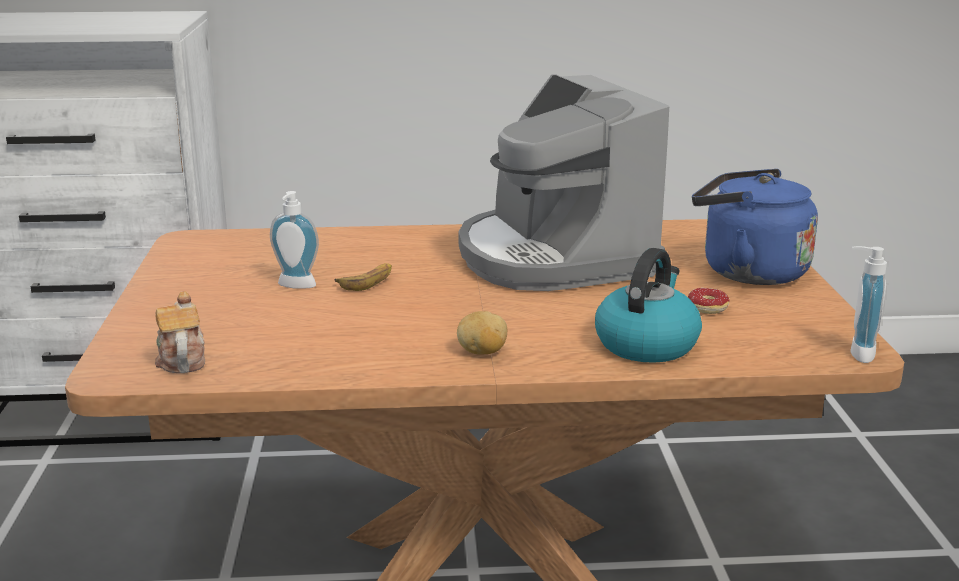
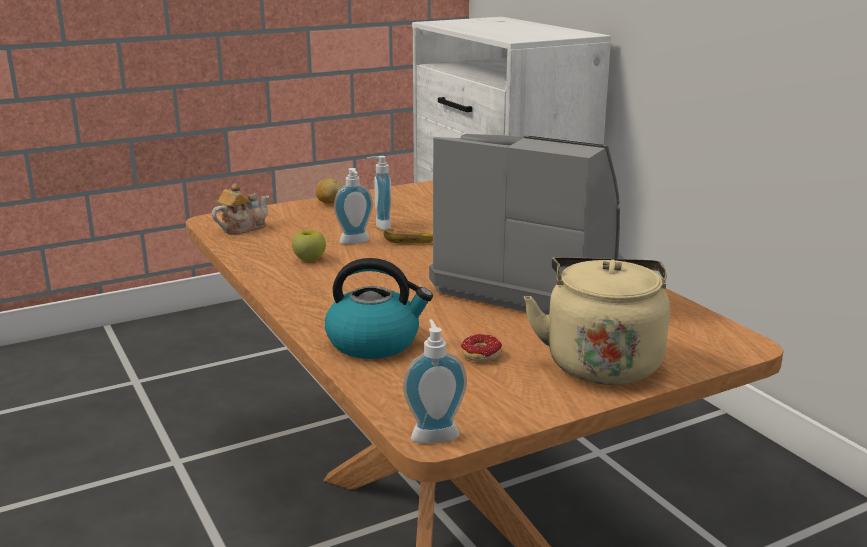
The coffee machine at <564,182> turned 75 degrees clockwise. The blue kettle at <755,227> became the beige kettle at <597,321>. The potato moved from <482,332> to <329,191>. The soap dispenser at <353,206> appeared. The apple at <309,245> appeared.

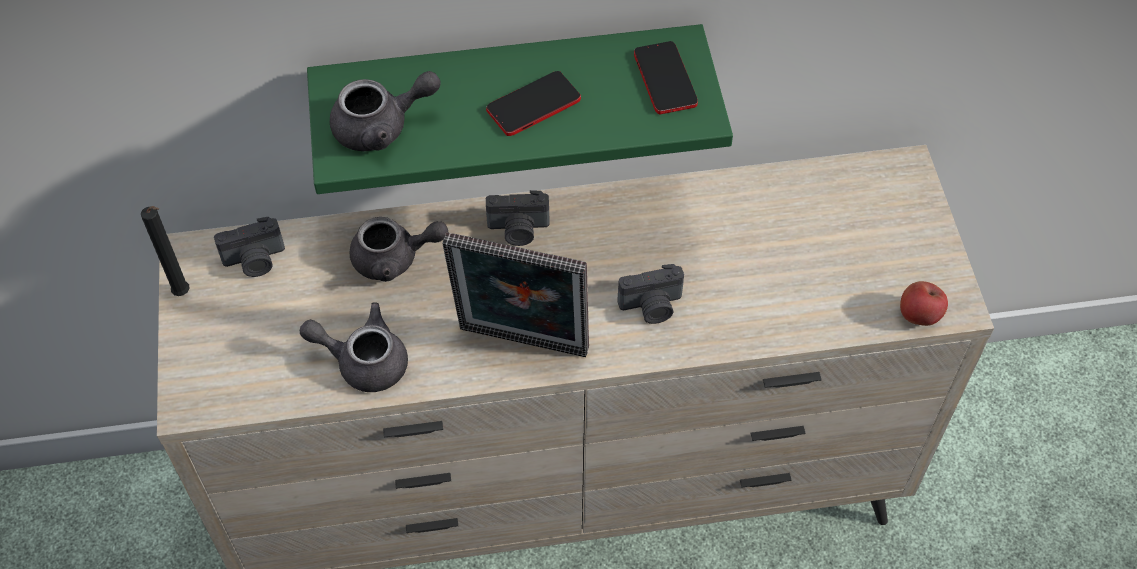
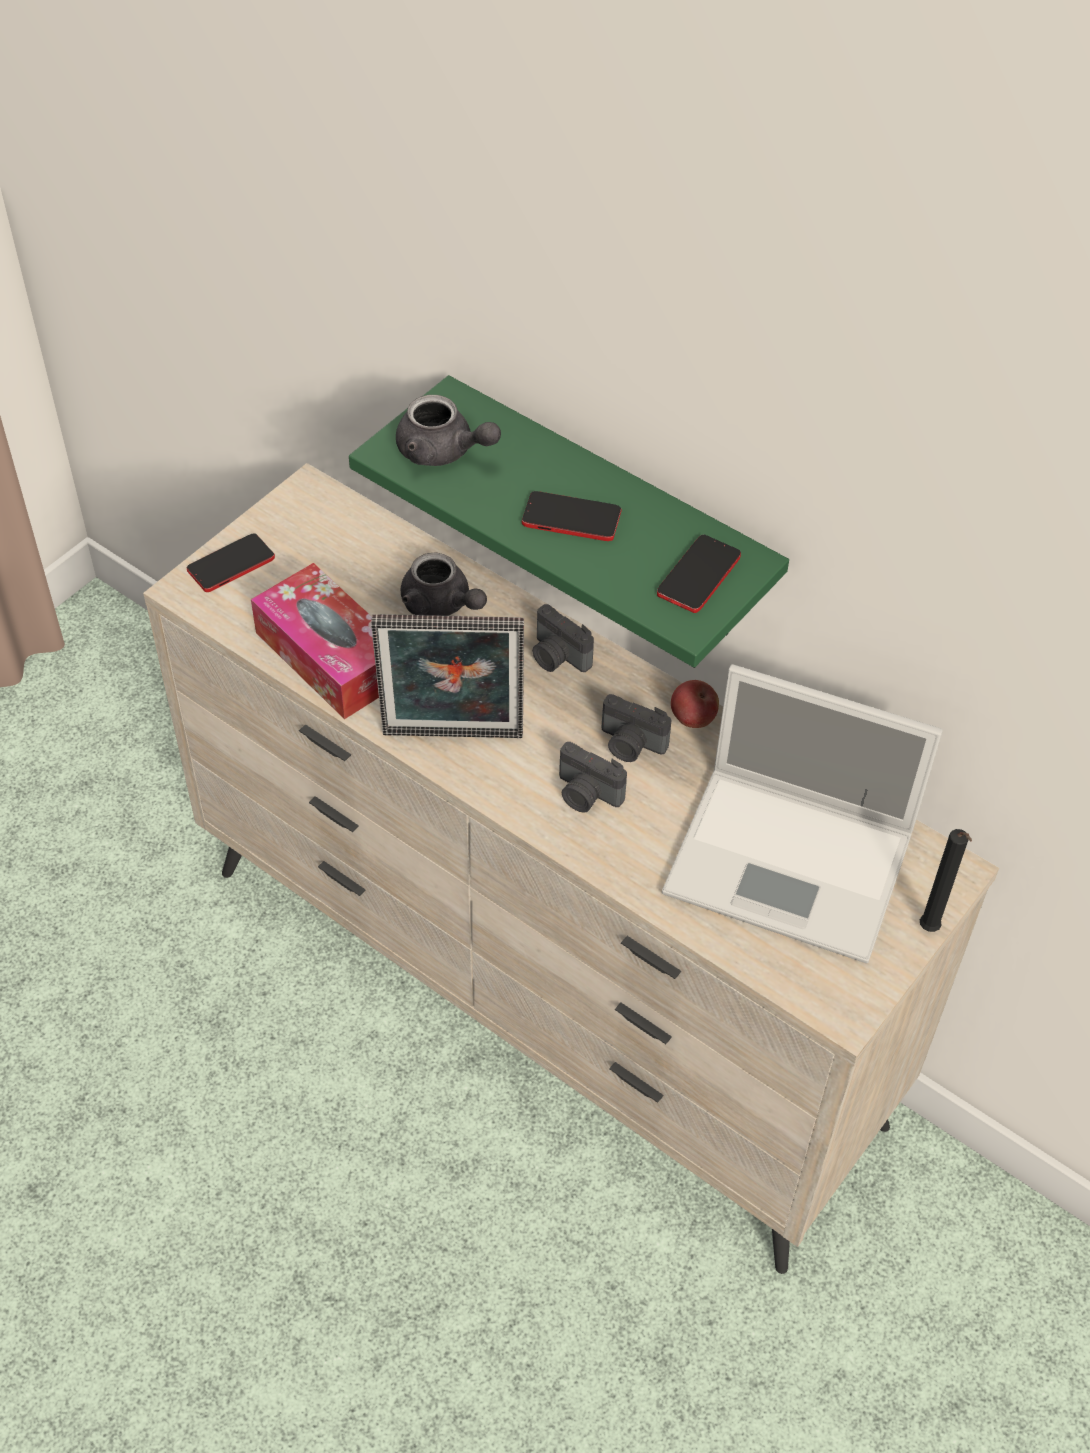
The black candle moved from <165,251> to <946,880>. The photo camera moved from <249,247> to <636,728>. The picture frame at <515,294> turned 60 degrees counterclockwise. The apple moved from <924,303> to <695,704>. The grey teapot at <354,347> was replaced by the tissue box at <315,641>. The phone at <231,562> appeared. The laptop at <802,814> appeared.

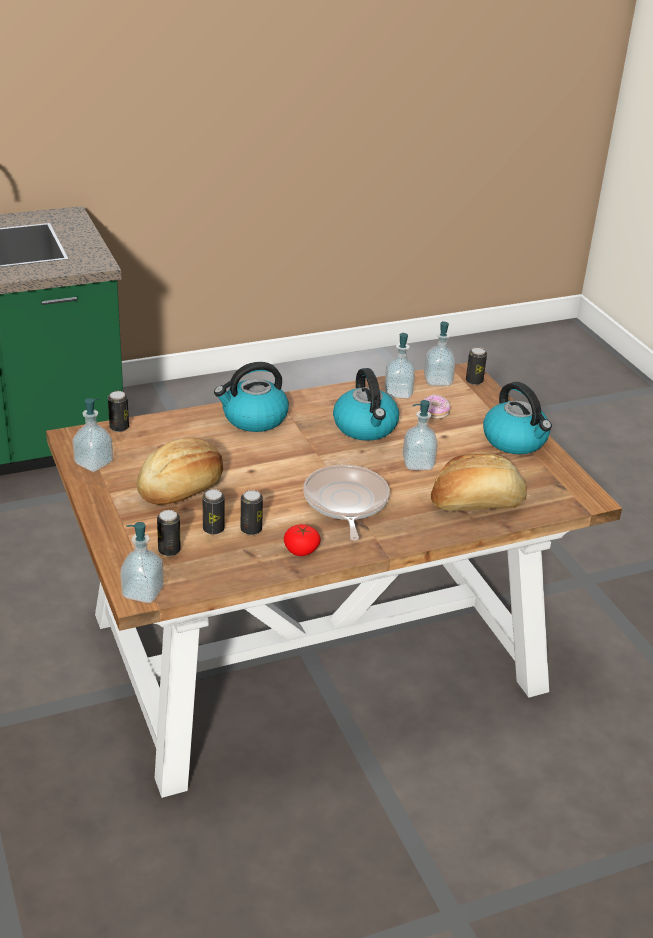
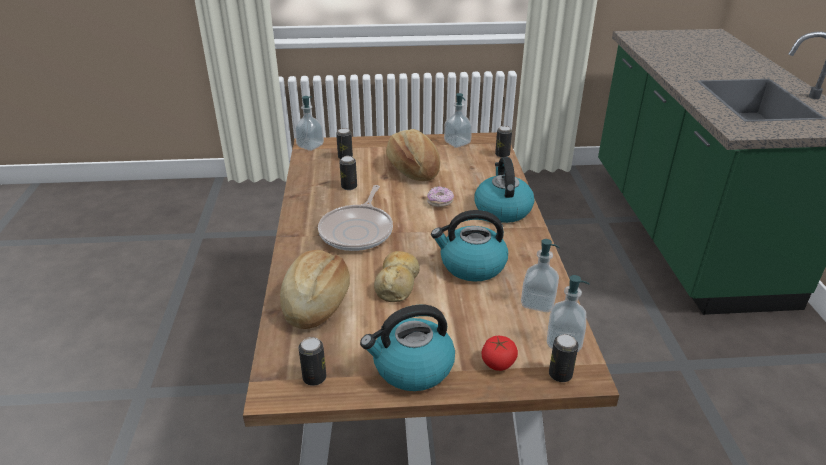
The donut moved from <435,406> to <440,196>. The soap dispenser at <420,435> was replaced by the bread at <397,276>. The frying pan at <346,503> turned 90 degrees clockwise. The can moved from <214,512> to <312,361>. The tomato moved from <302,540> to <500,353>.

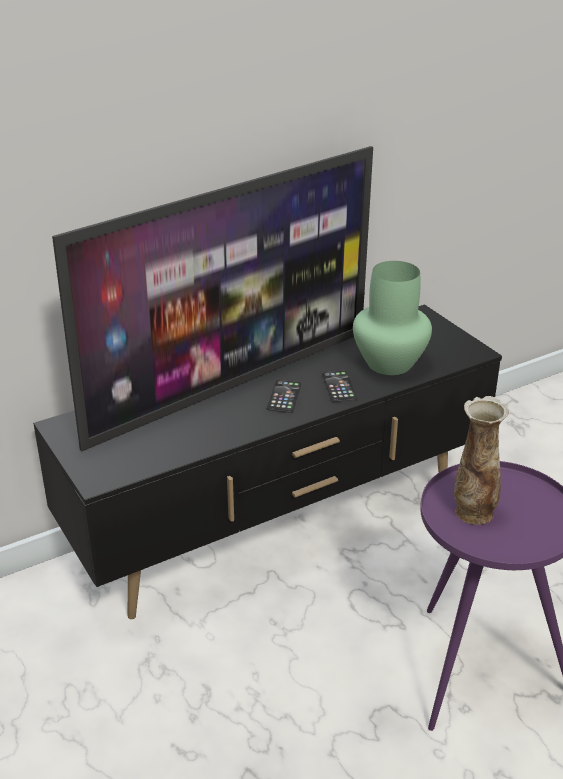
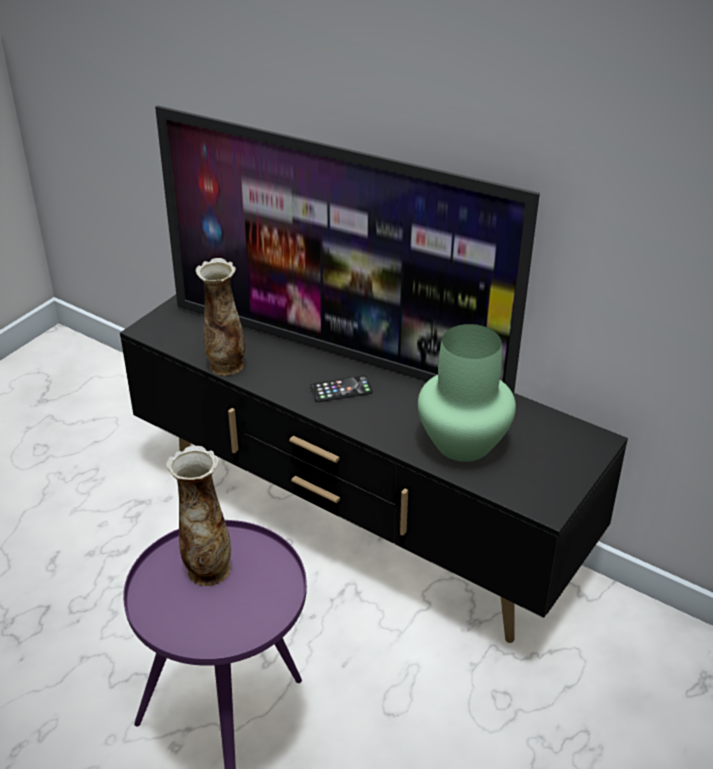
The phone at <339,386> disappeared. The vase at <220,317> appeared.

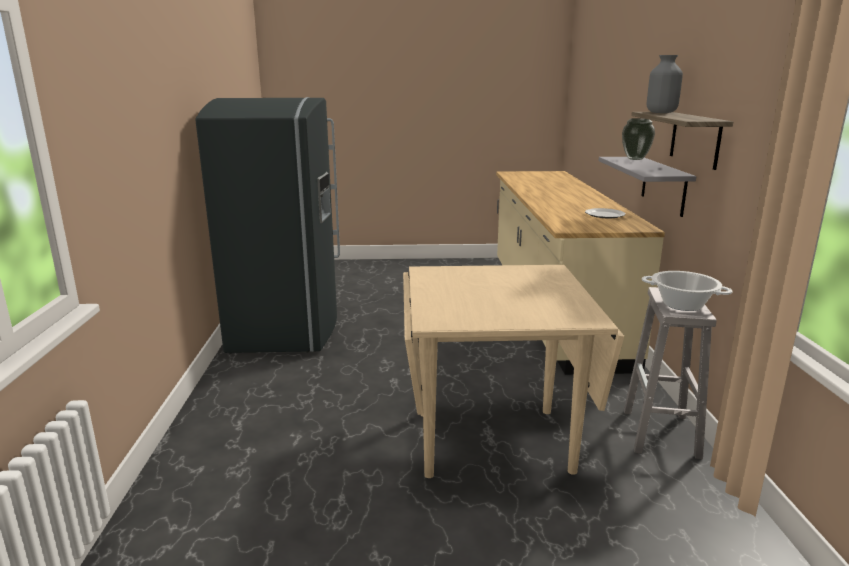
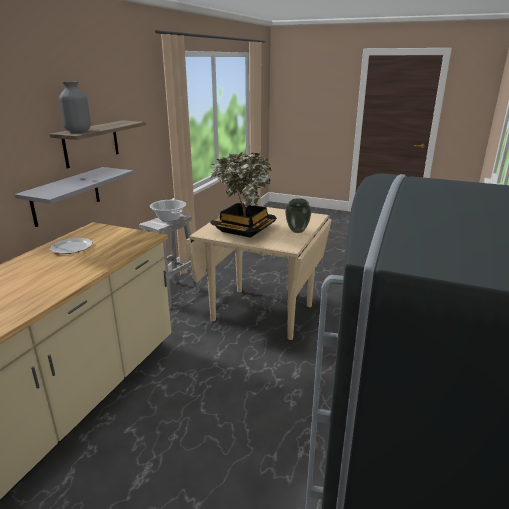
The vase moved from <638,139> to <298,215>. The potted plant at <243,195> appeared.

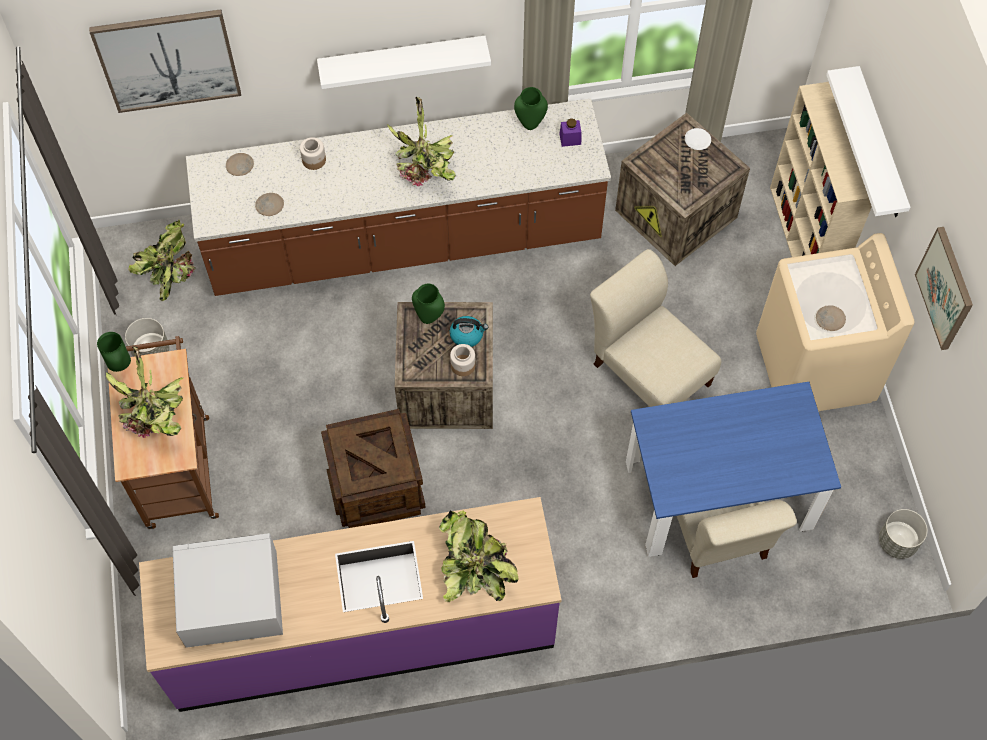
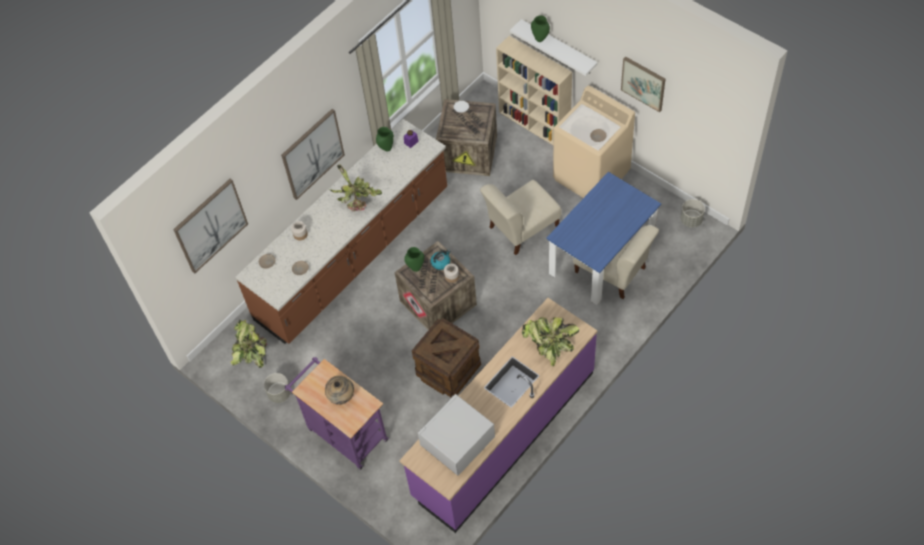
The white shelf at <404,62> was replaced by the picture at <313,154>. The beige chair at <655,328> turned 45 degrees counterclockwise. The green vase moved from <114,352> to <540,28>. The brown cart at <163,432> became the purple cart at <337,413>. The potted plant at <144,392> was replaced by the beige vase at <339,390>.

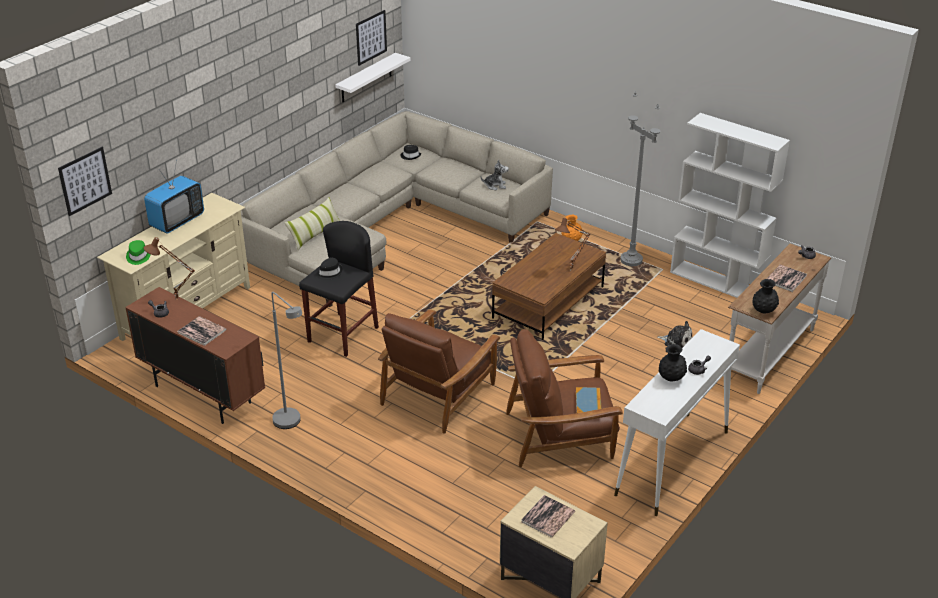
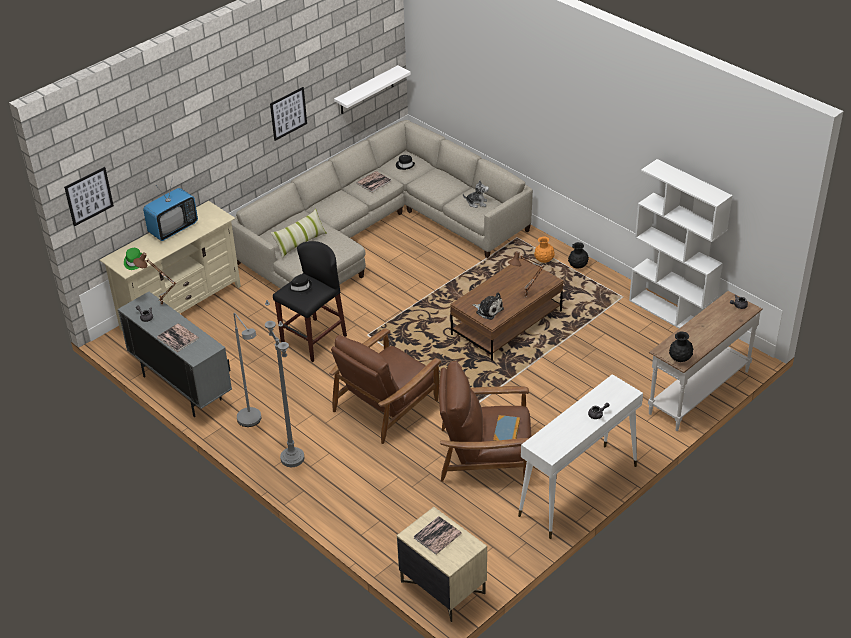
The picture moved from <371,38> to <288,114>. The grey floor lamp moved from <640,178> to <284,383>. The book moved from <787,278> to <374,182>. The brown cabinet at <195,355> became the grey cabinet at <175,354>. The plush toy moved from <674,334> to <488,306>. The black vase moved from <673,363> to <578,255>.

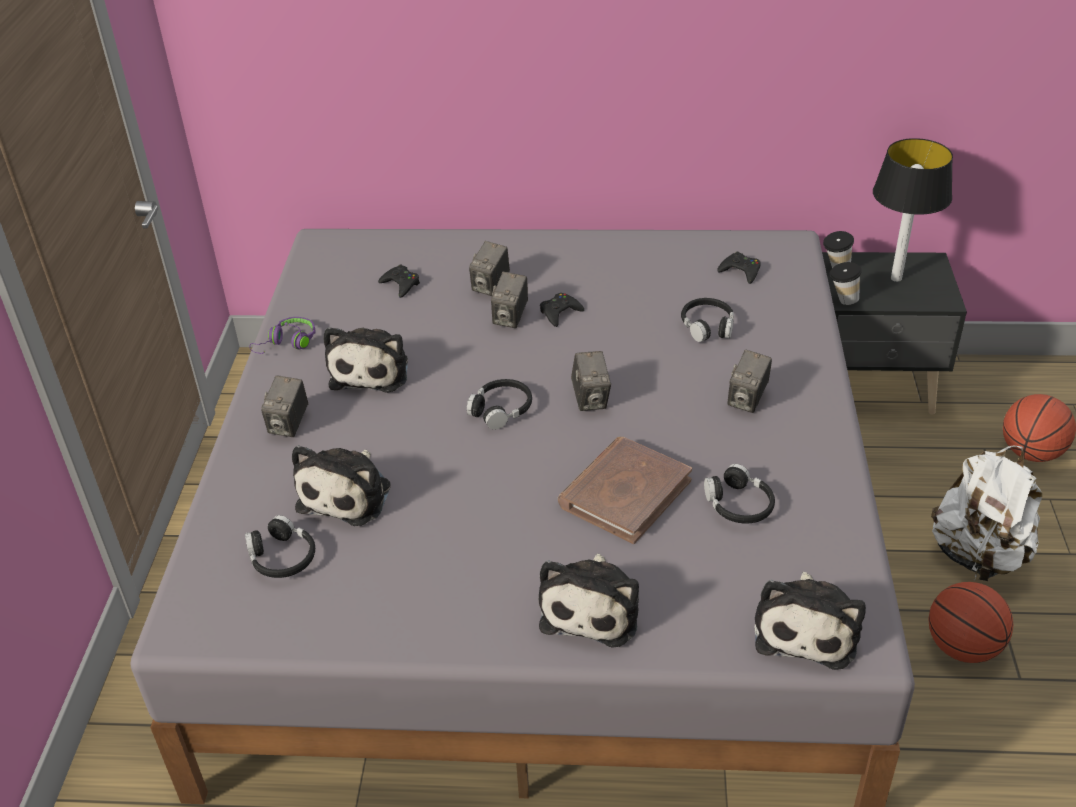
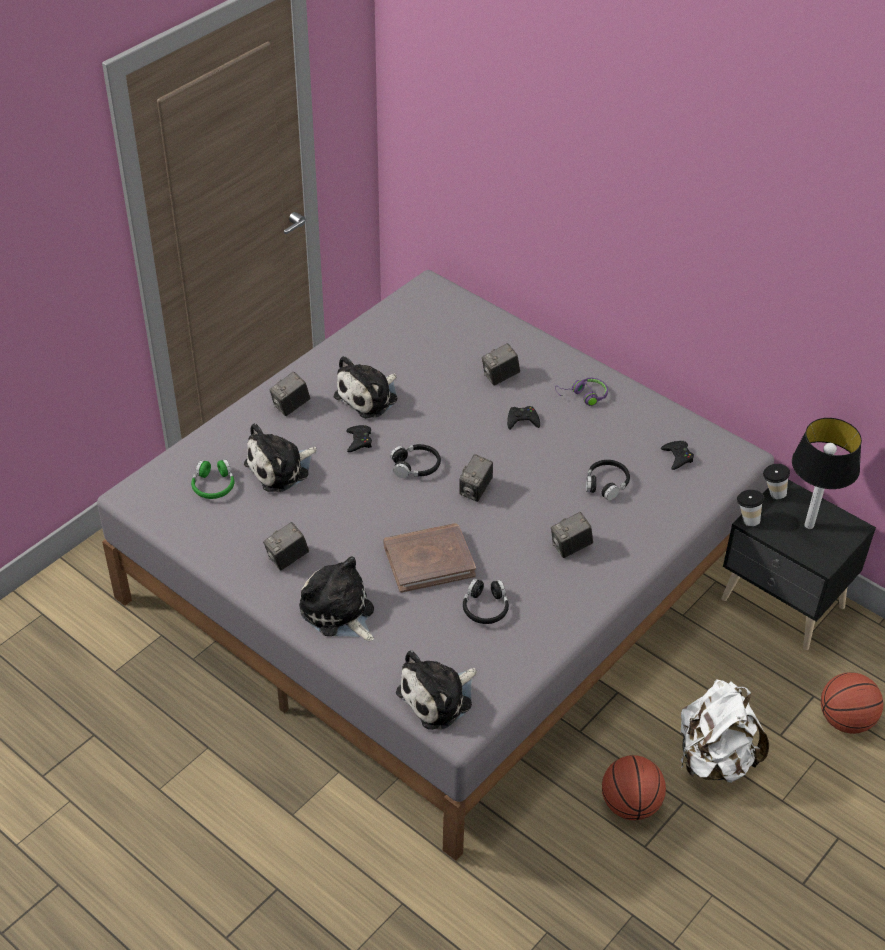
The black game controller moved from <399,281> to <359,438>. The photo camera moved from <509,300> to <286,546>. The purple headphones moved from <282,335> to <581,392>. The black headphones at <280,546> became the green headphones at <213,479>. The plush toy at <589,600> turned 90 degrees clockwise.

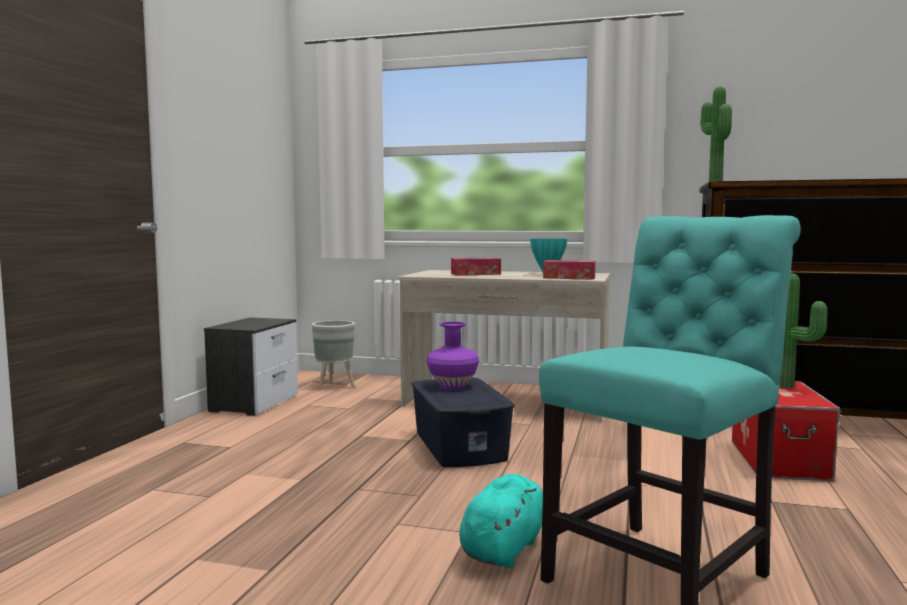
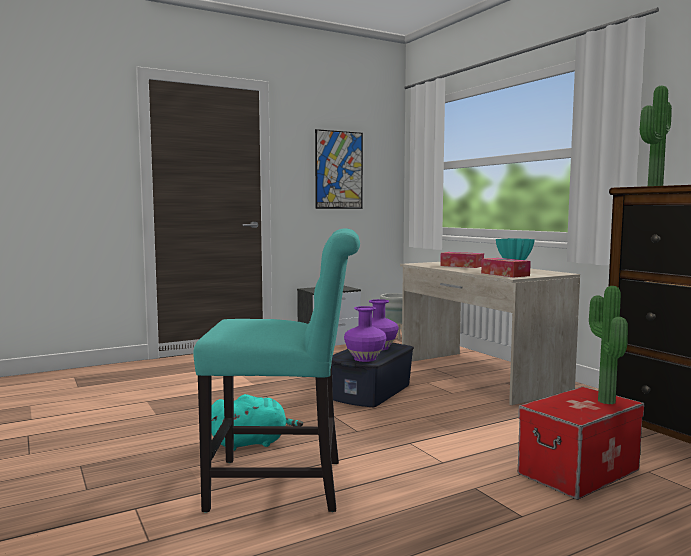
The picture at <339,169> appeared. The purple vase at <365,334> appeared.

